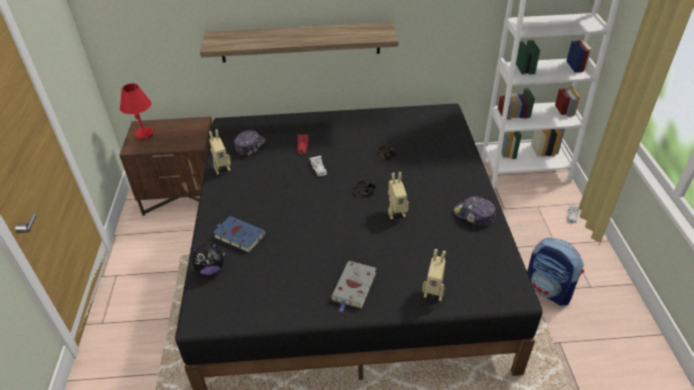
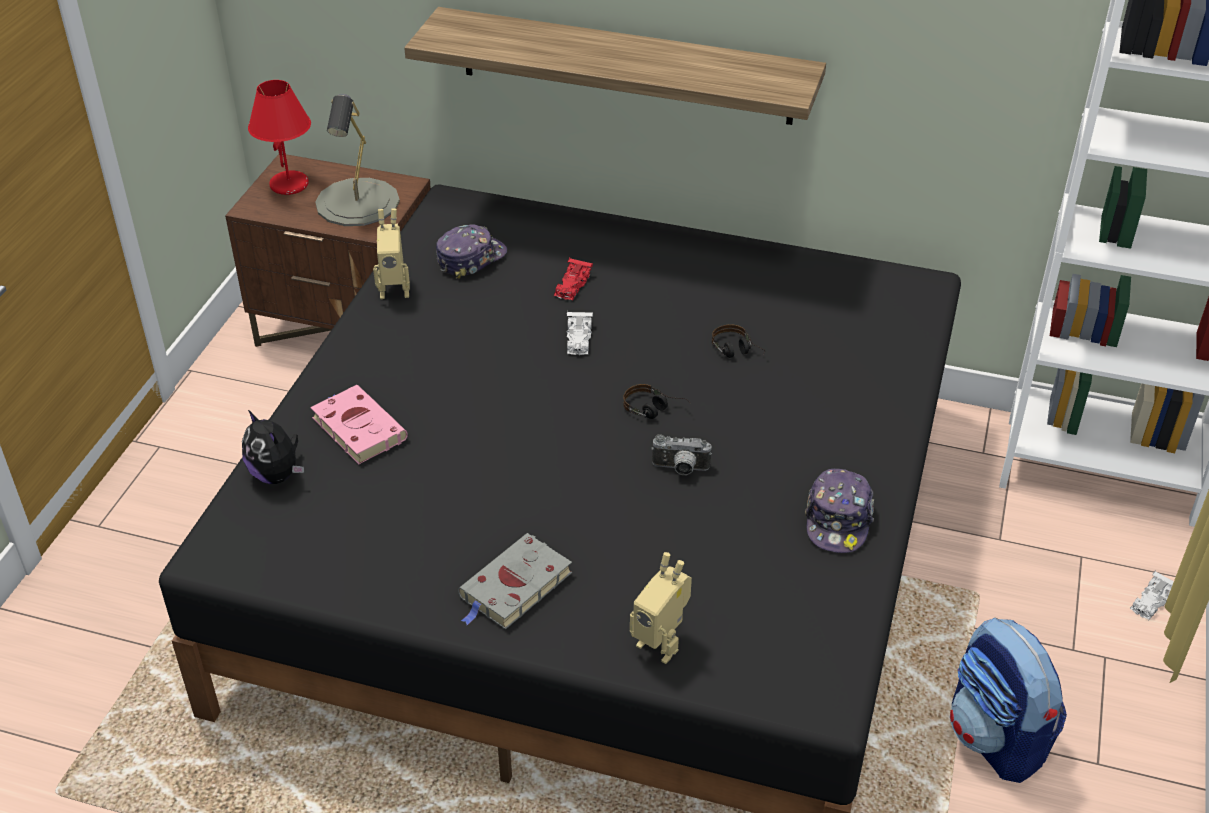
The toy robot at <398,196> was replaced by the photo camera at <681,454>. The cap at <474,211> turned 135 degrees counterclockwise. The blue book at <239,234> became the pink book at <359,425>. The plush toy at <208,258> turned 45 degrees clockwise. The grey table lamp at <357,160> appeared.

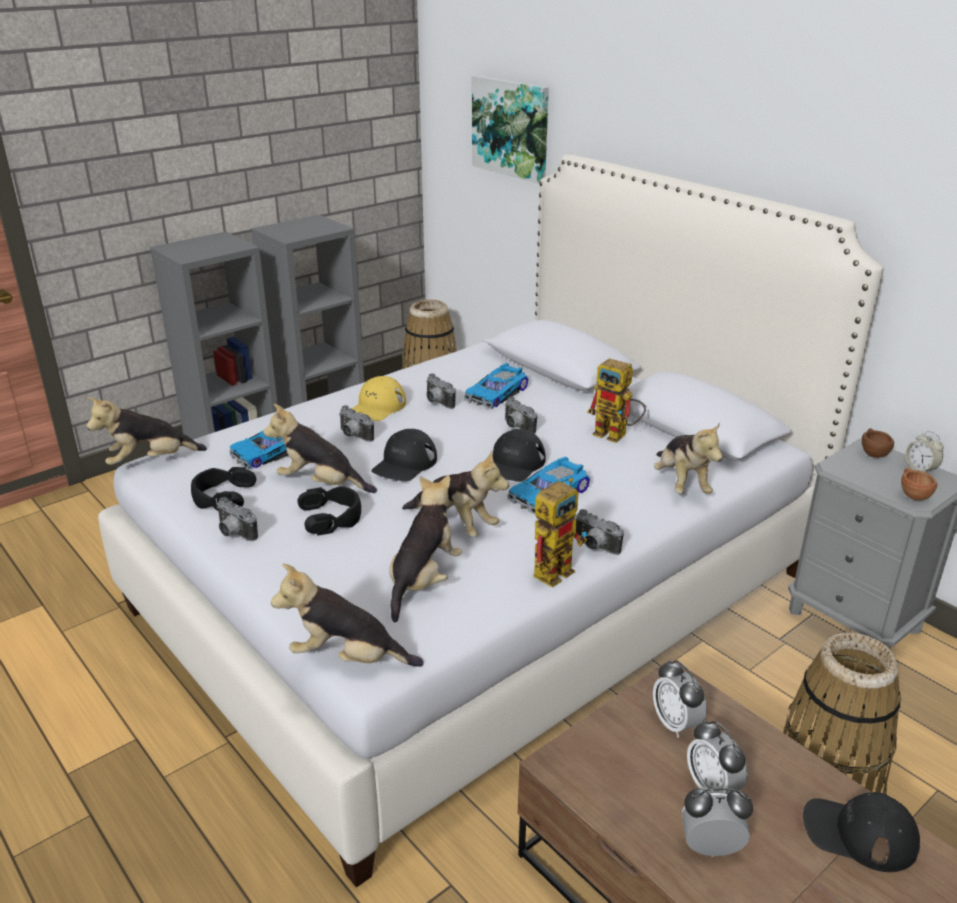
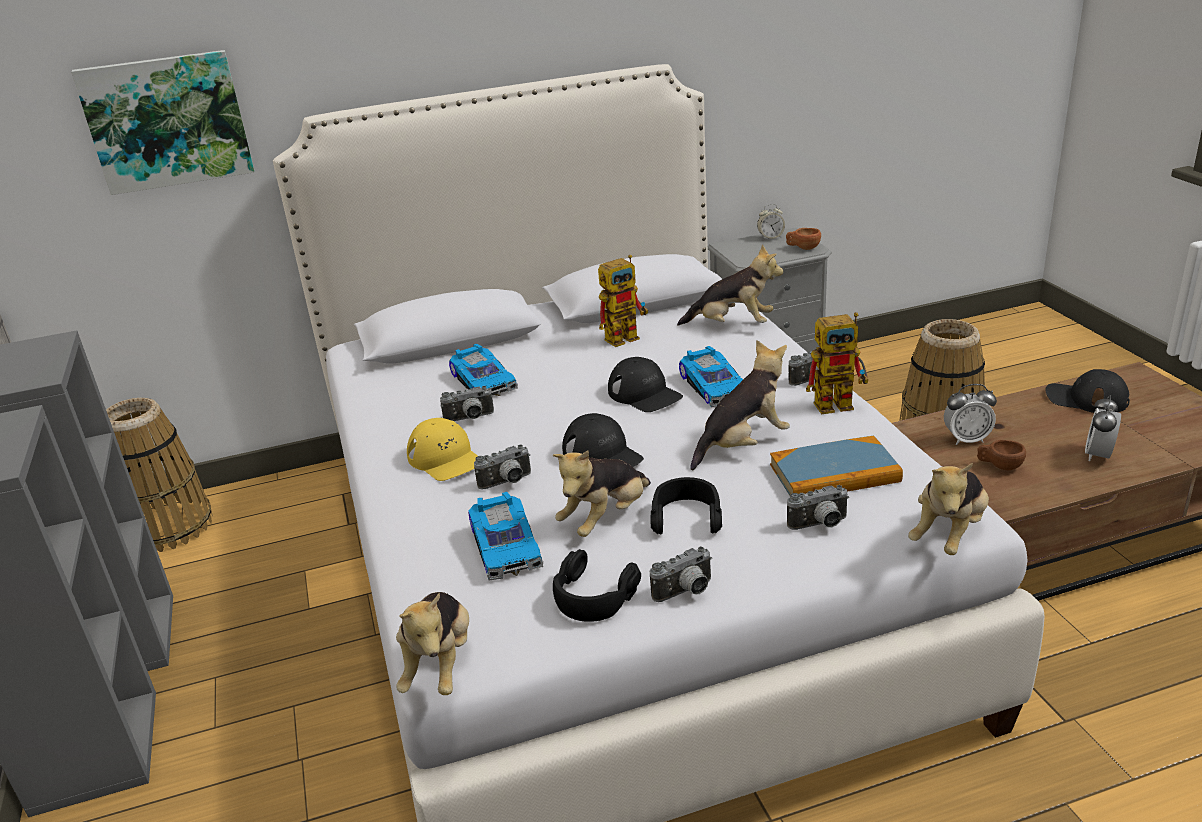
The photo camera moved from <521,415> to <818,507>. The brown cup moved from <878,443> to <1001,455>. The plush toy at <425,548> was replaced by the book at <836,466>. The toy robot at <561,532> turned 105 degrees clockwise. The alarm clock at <717,757> disappeared. The black cap at <861,832> turned 75 degrees clockwise.

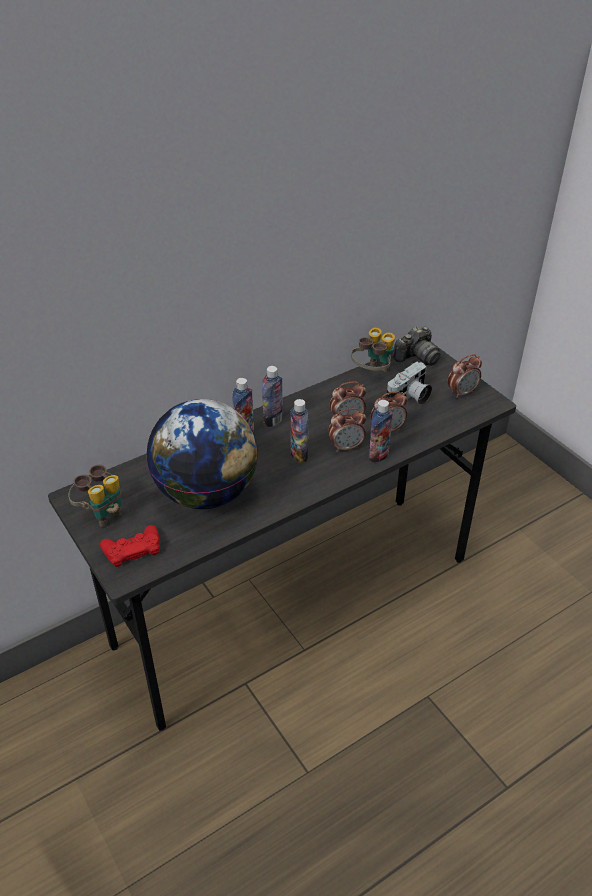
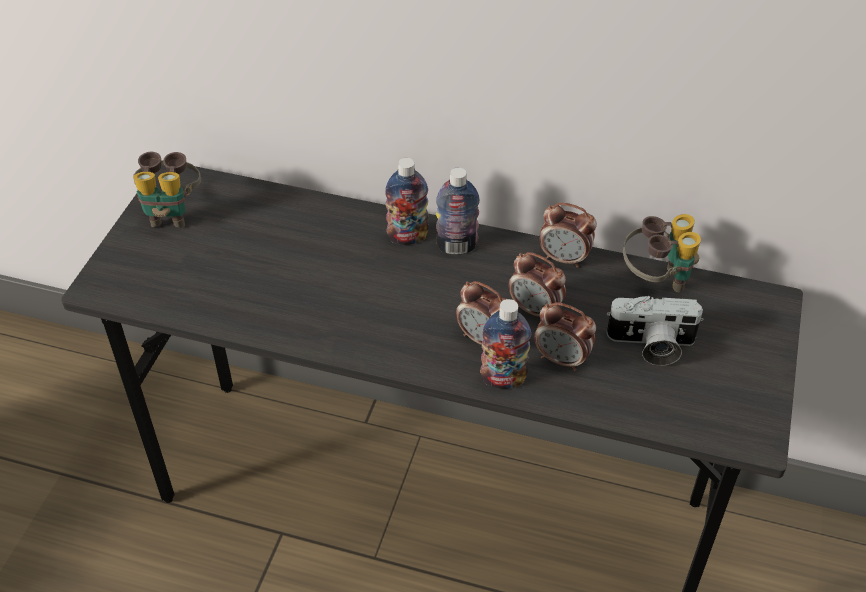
The photo camera at <417,346> disappeared. The alarm clock moved from <464,376> to <568,235>. The globe at <202,454> disappeared. The bottle at <299,431> disappeared. The red game controller at <130,546> disappeared.

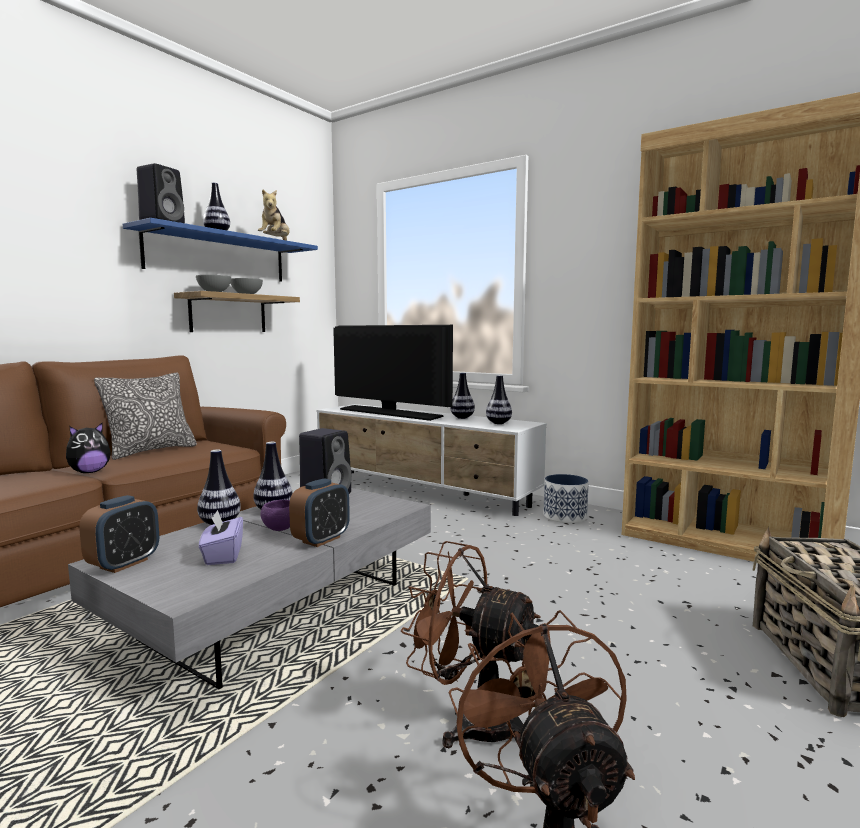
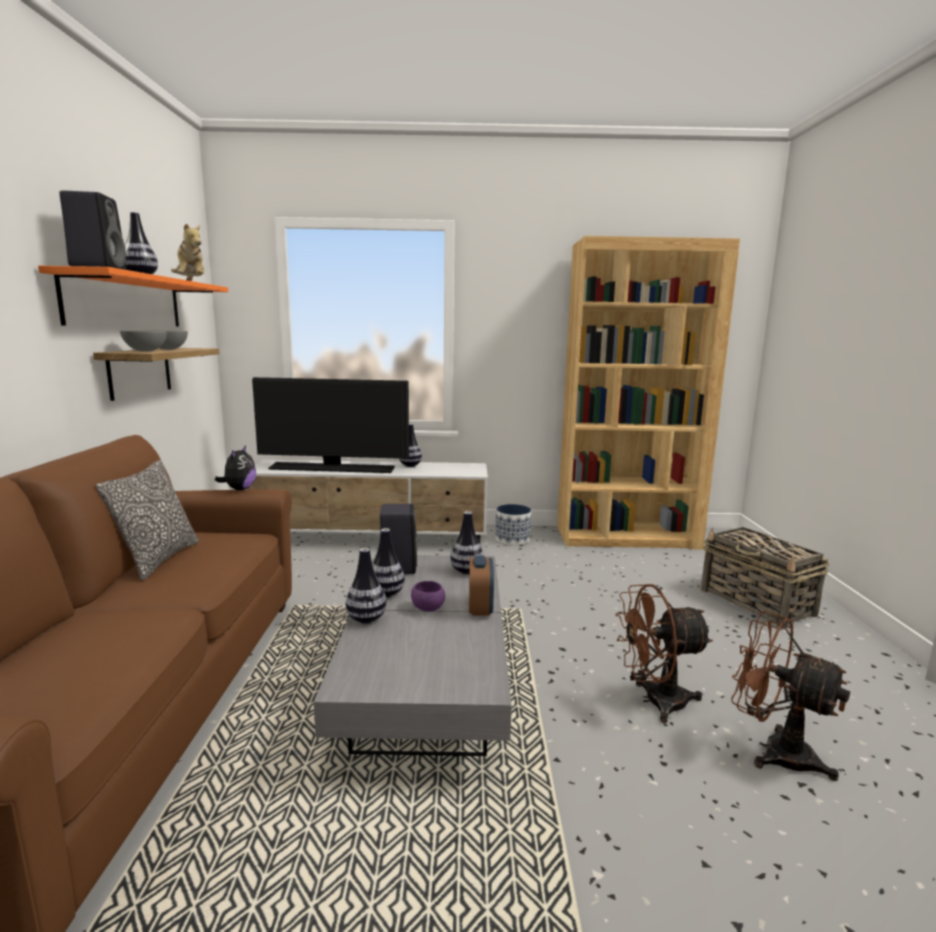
The blue shelf at <220,250> became the orange shelf at <133,296>. The vase moved from <499,399> to <467,542>. The plush toy moved from <88,447> to <235,468>. The alarm clock at <119,534> disappeared. The purple tissue box at <221,537> disappeared.

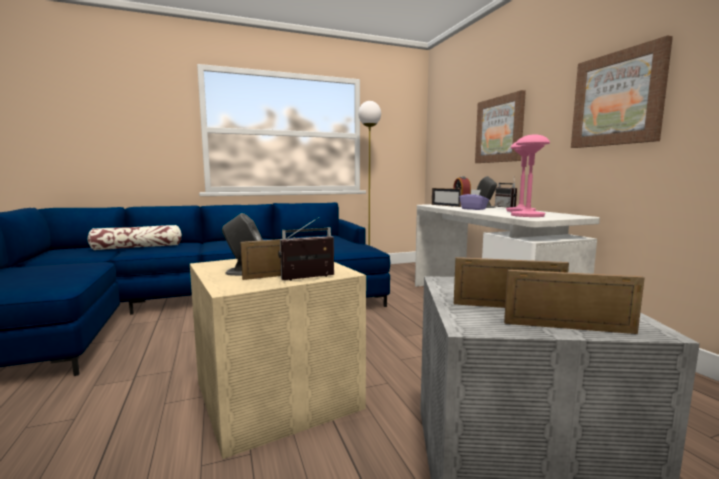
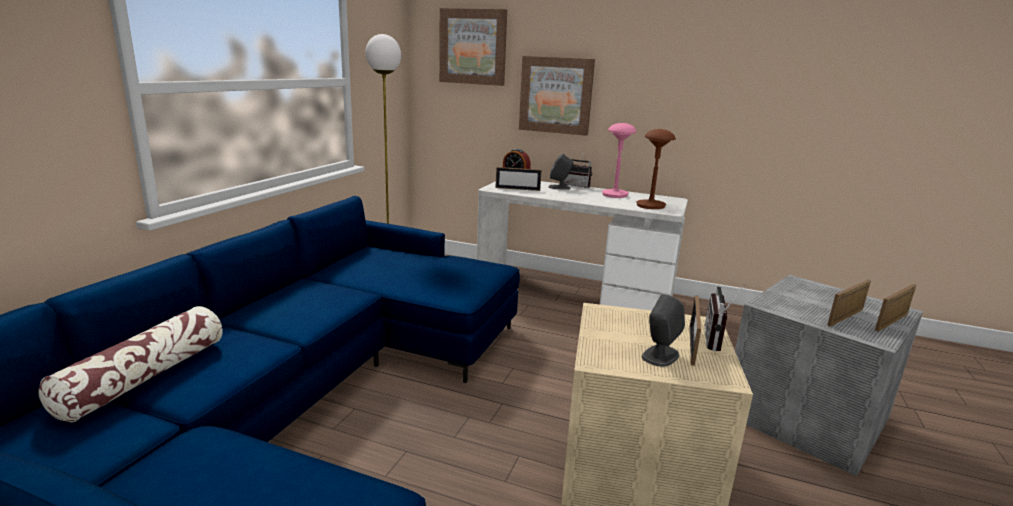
The picture moved from <622,91> to <473,47>. The pink table lamp at <530,175> became the brown table lamp at <656,169>. The purple tissue box at <474,200> disappeared.

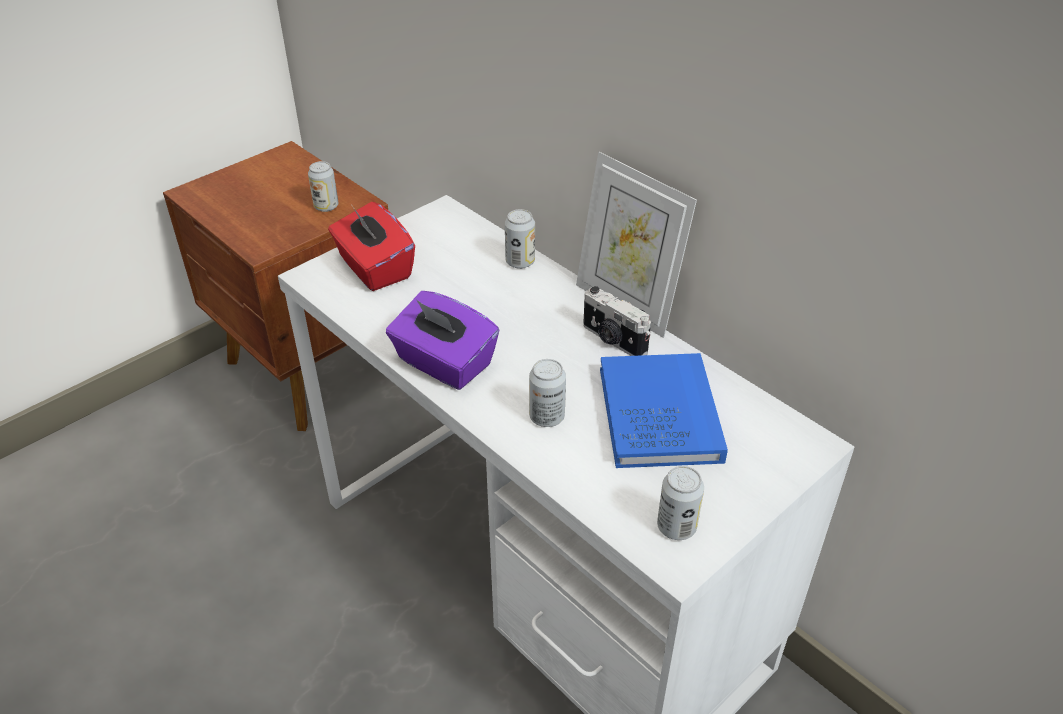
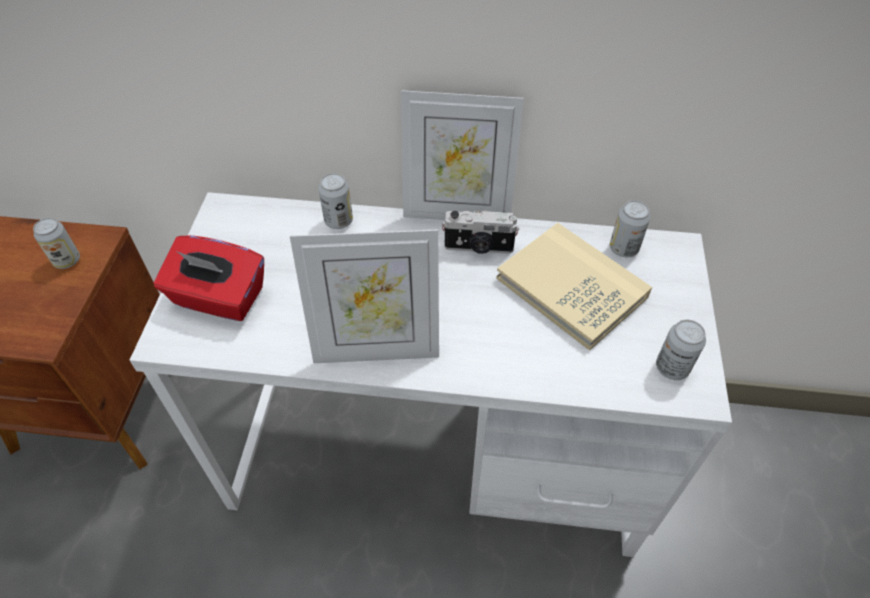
The purple tissue box at <442,340> was replaced by the picture frame at <364,296>. The blue book at <664,410> became the beige book at <574,287>. The can moved from <547,393> to <630,228>.

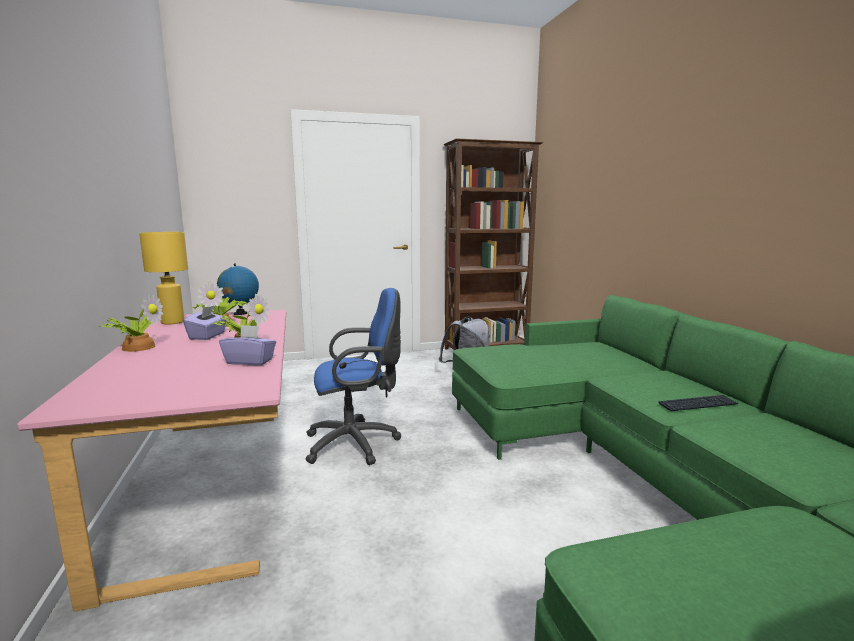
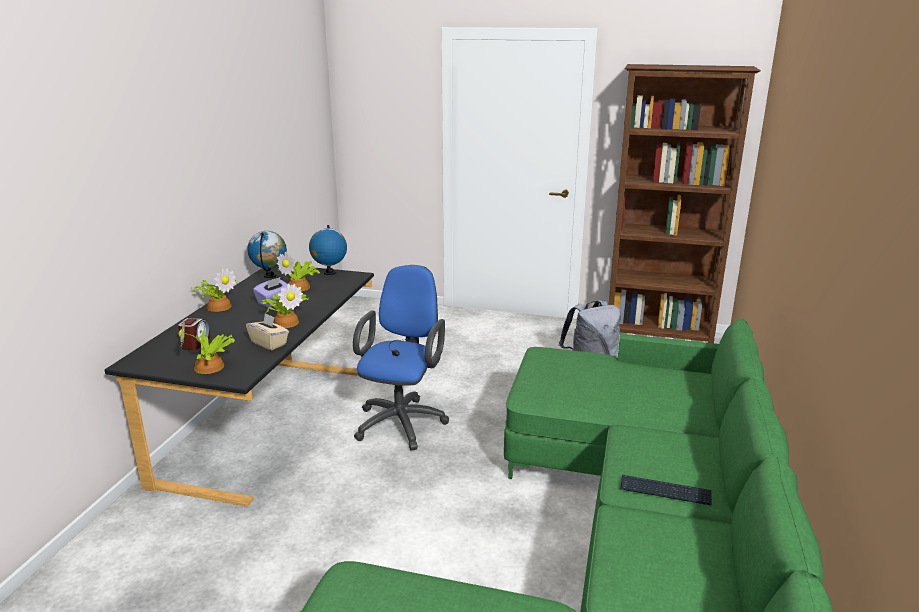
The yellow table lamp at <163,278> was replaced by the globe at <267,254>. The blue office chair at <354,376> turned 90 degrees counterclockwise. The pink desk at <151,460> became the black desk at <239,386>. The purple tissue box at <247,345> became the beige tissue box at <267,331>. The alarm clock at <194,334> appeared. The potted plant at <207,347> appeared.

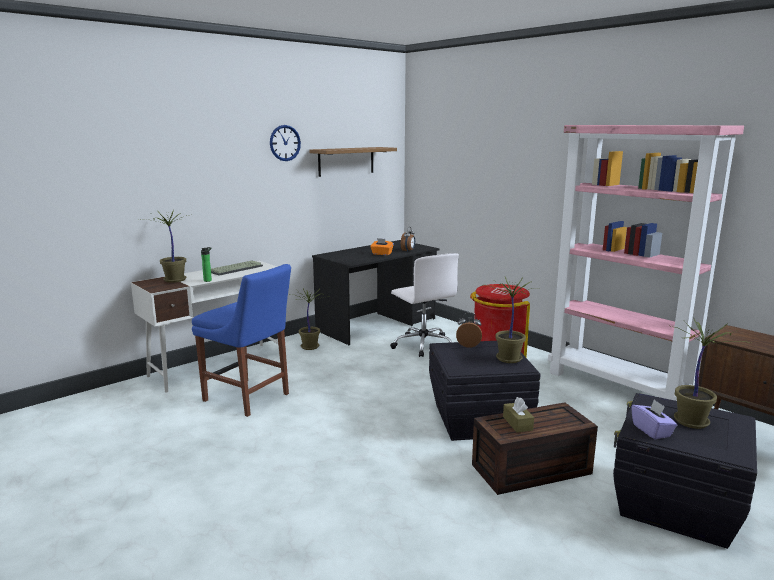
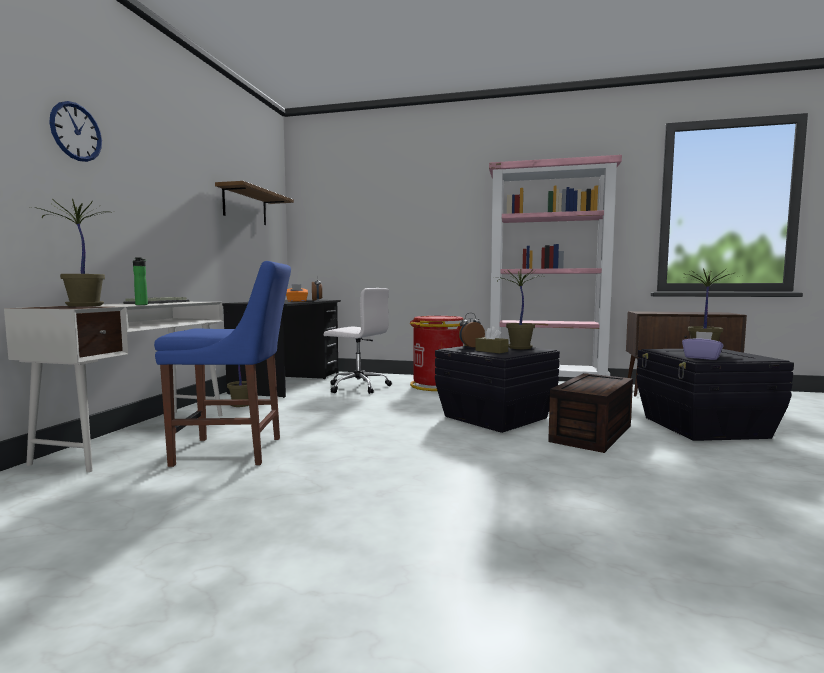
The wall clock moved from <285,143> to <75,131>. The brown tissue box moved from <518,415> to <491,339>.

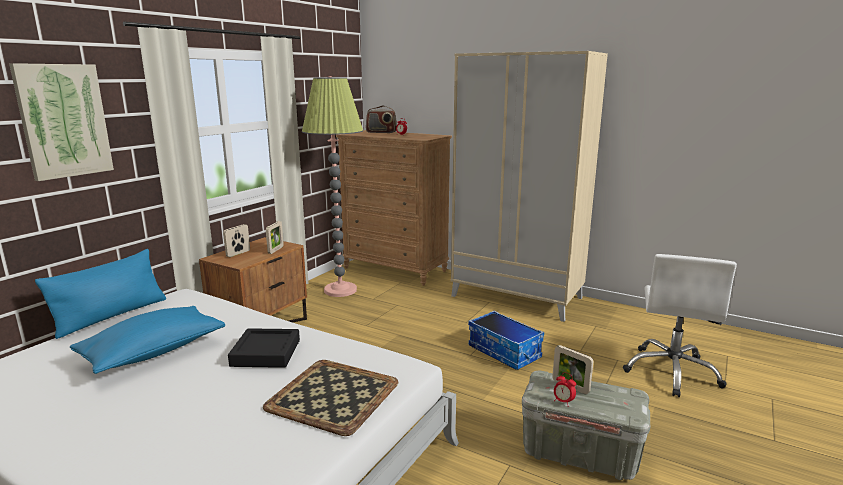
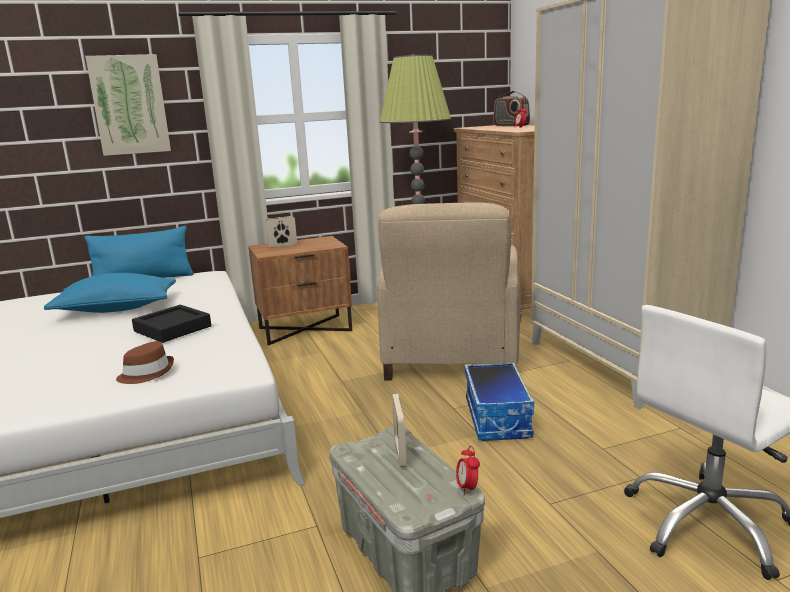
The picture frame at <275,237> disappeared. The tray at <330,398> was replaced by the brown hat at <145,362>. The alarm clock moved from <565,390> to <468,471>. The beige armchair at <449,291> appeared.

